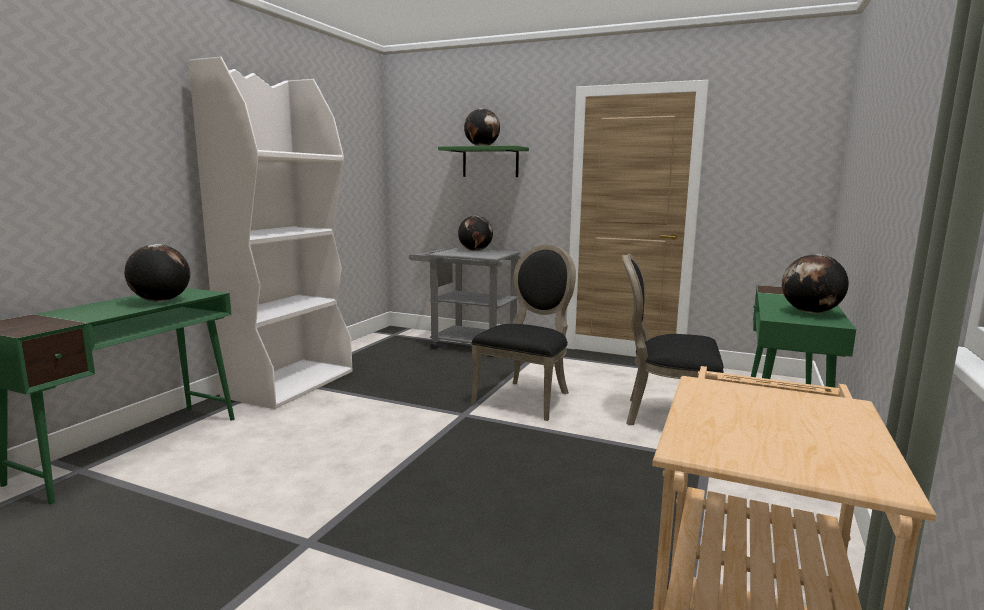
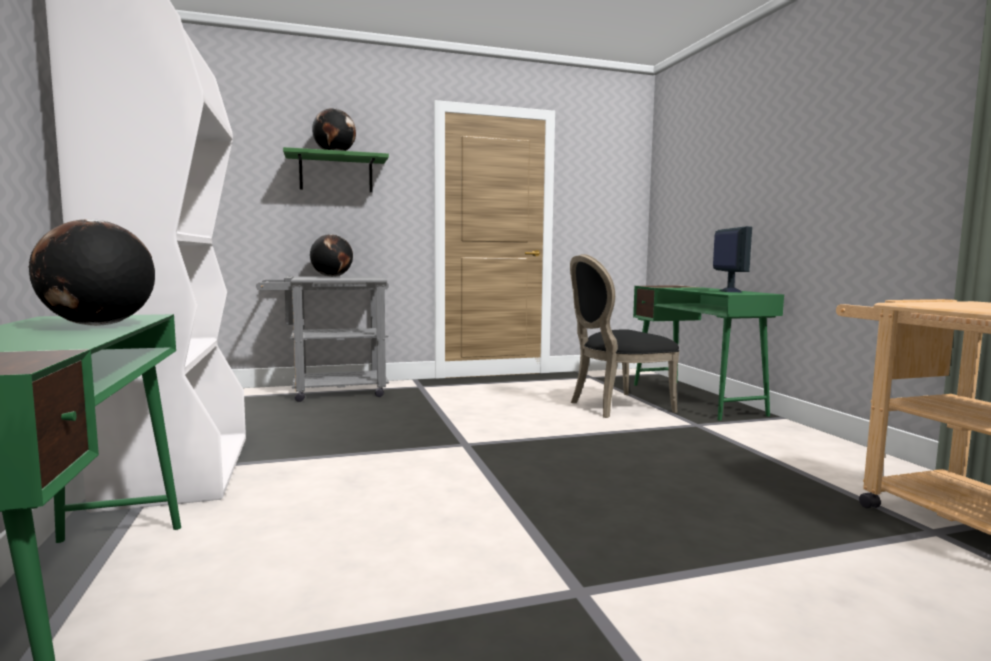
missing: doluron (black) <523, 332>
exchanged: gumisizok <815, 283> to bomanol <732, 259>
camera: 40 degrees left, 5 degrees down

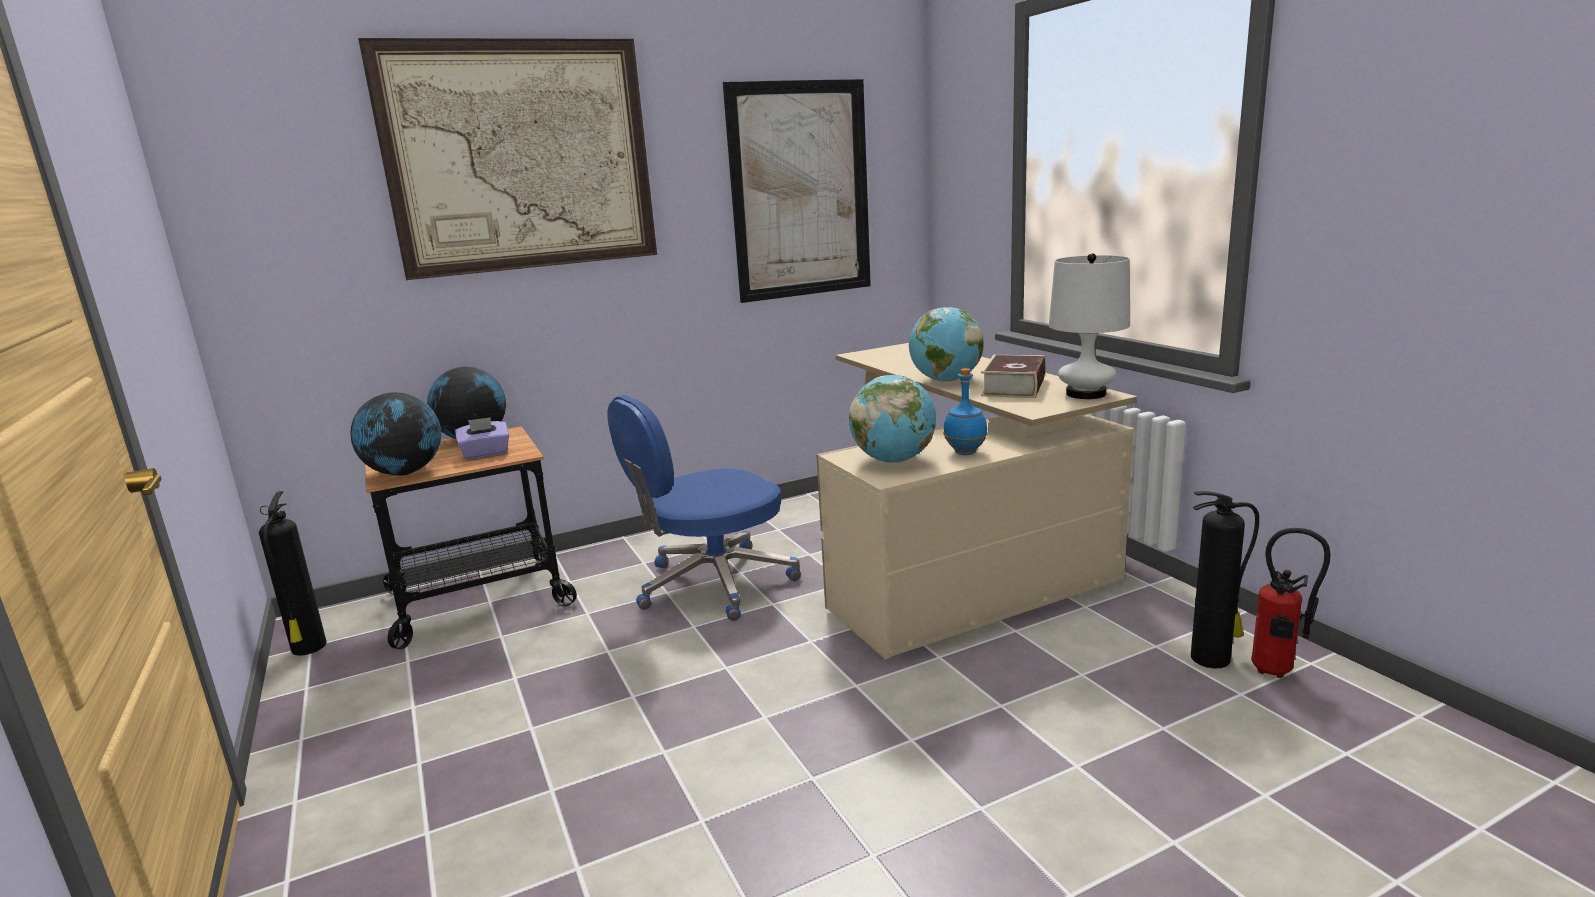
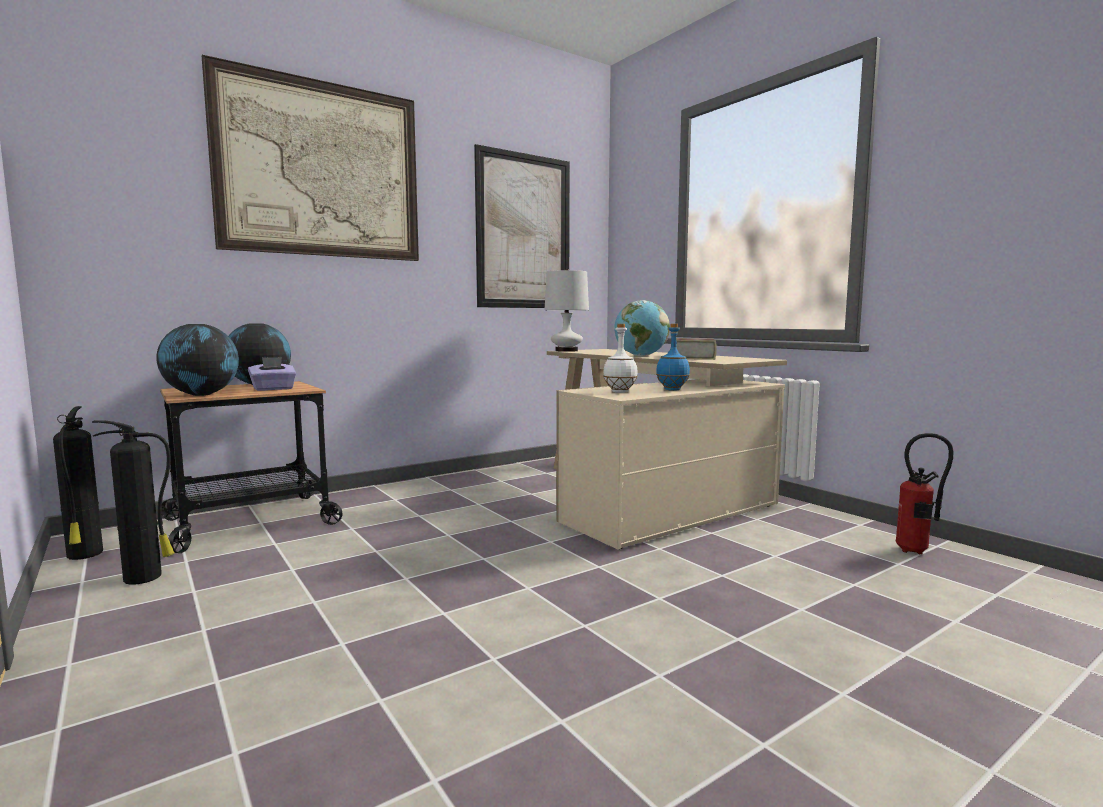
missing: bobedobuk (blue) <704, 508>
relocated: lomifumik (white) <1089, 326> to <566, 310>; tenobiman <1225, 580> to <133, 502>
exchanged: gumisizok <892, 419> to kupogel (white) <620, 358>
camera: 10 degrees left, 10 degrees down

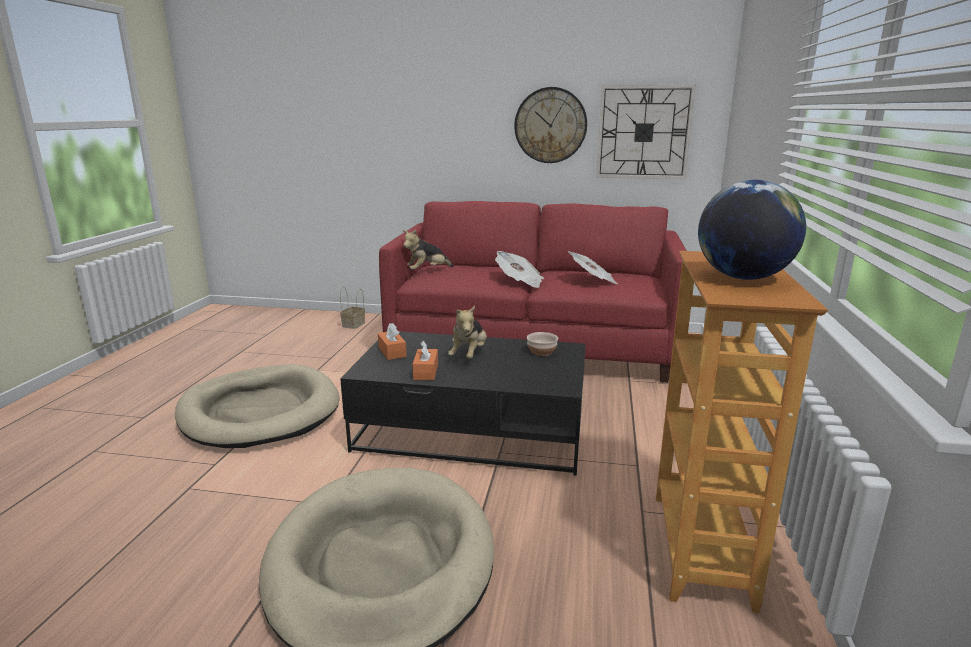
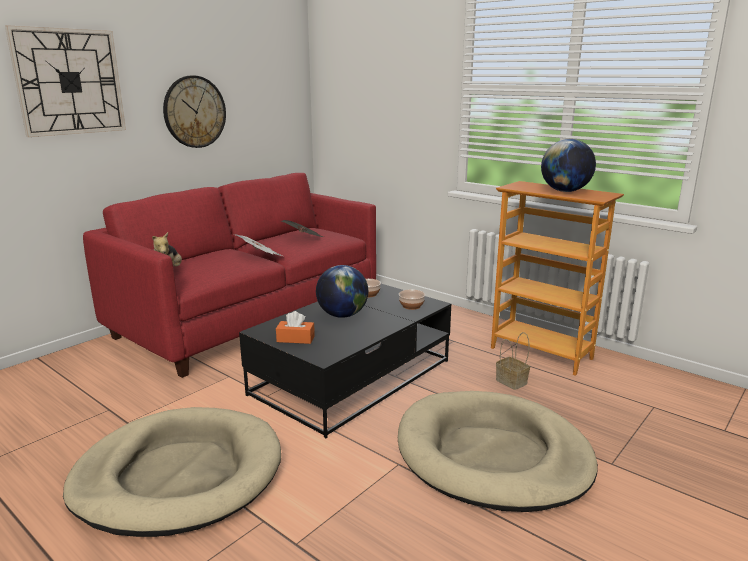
missing: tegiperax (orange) <425, 360>
appeared: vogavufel <412, 299>
relocated: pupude <646, 132> to <65, 81>; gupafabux <352, 307> to <513, 361>
exchanged: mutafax <467, 332> to gumisizok <342, 291>
camera: 60 degrees left, 0 degrees up

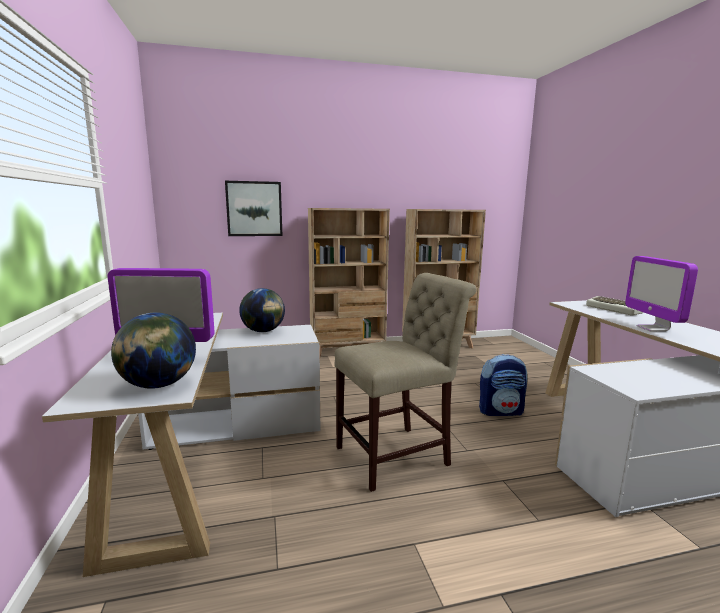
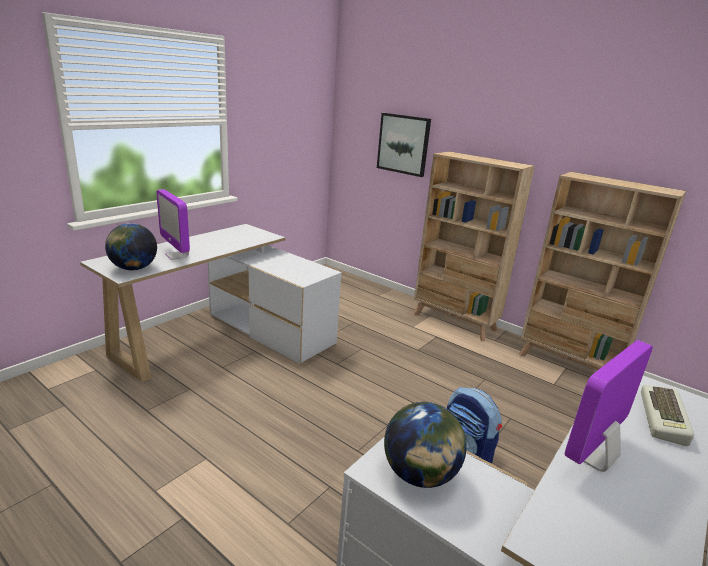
missing: doluron (beige) <405, 382>
relocated: gumisizok <262, 310> to <425, 445>
camera: 50 degrees right, 10 degrees up

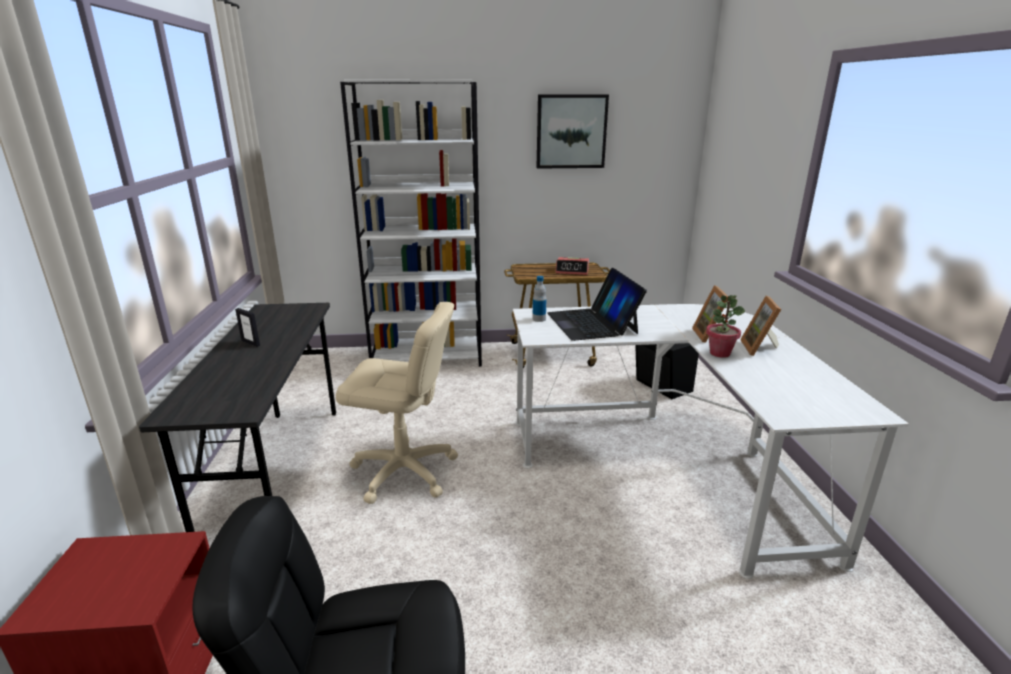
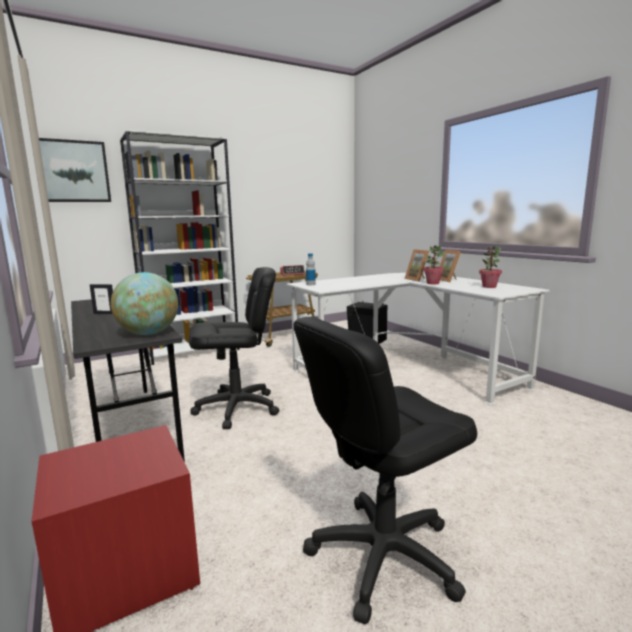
missing: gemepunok <597, 304>
appeared: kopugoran <490, 267>; gumisizok <144, 303>
relocated: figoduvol <573, 131> to <75, 170>
colour: bobedobuk (beige) <397, 403> to bobedobuk (black) <234, 348>
camera: 25 degrees left, 10 degrees down

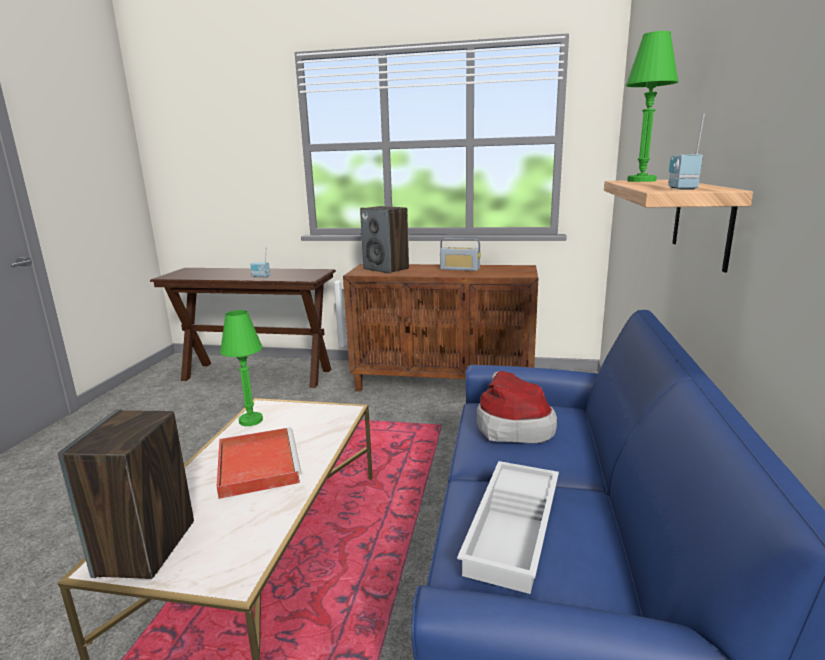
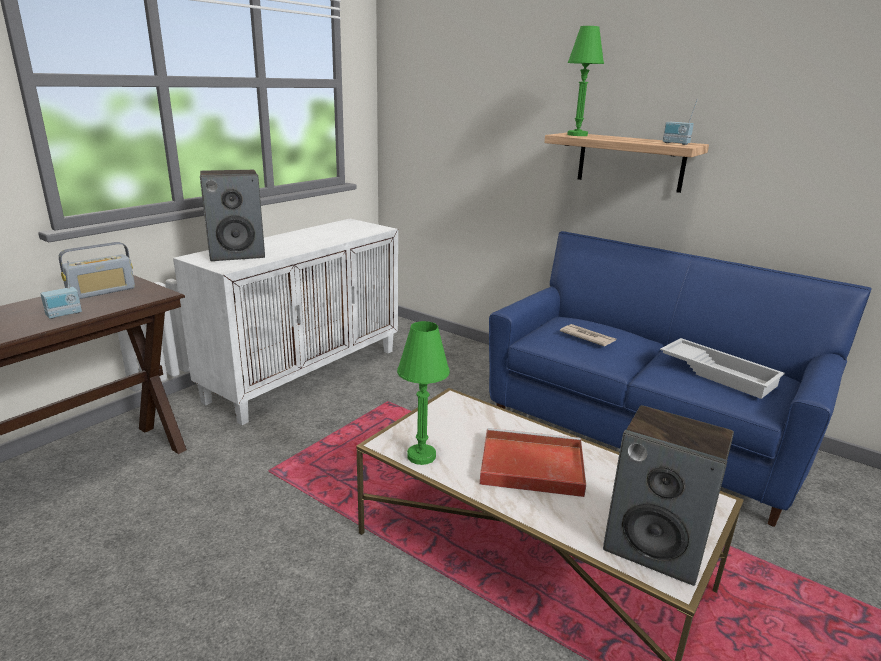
relocated: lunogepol <460, 254> to <97, 270>
exchanged: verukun <516, 407> to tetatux <588, 335>
colour: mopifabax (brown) <440, 327> to mopifabax (white) <285, 322>
camera: 65 degrees left, 5 degrees up

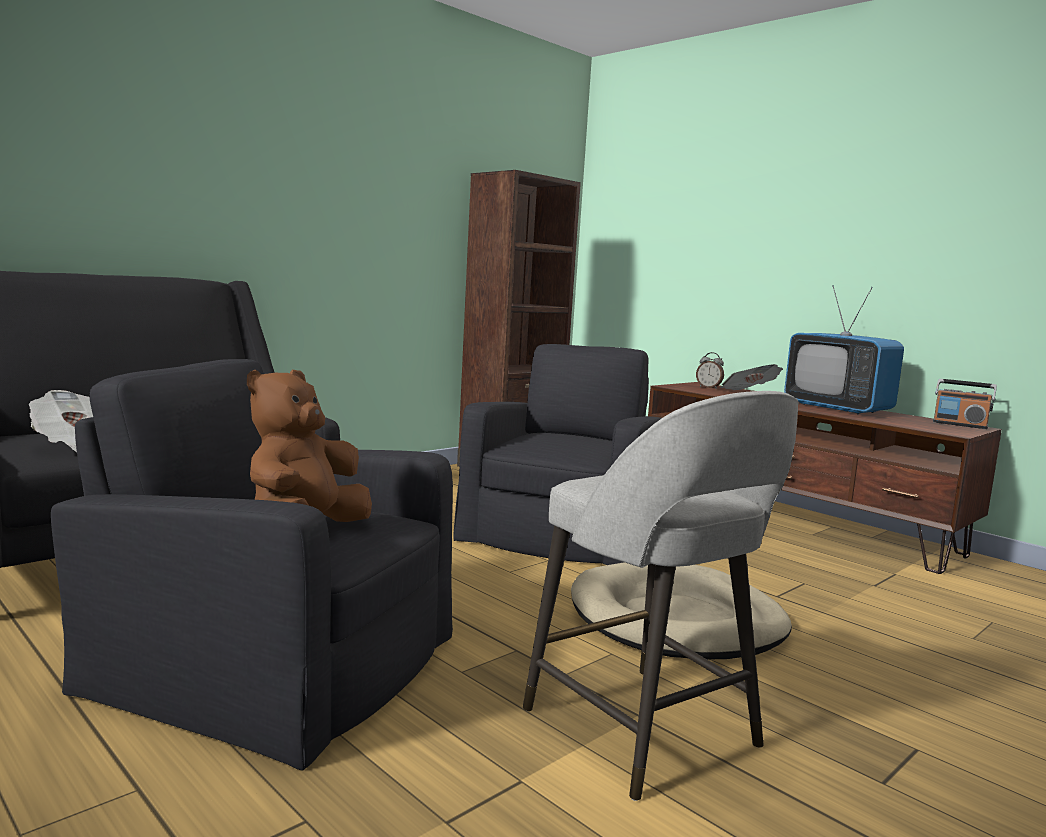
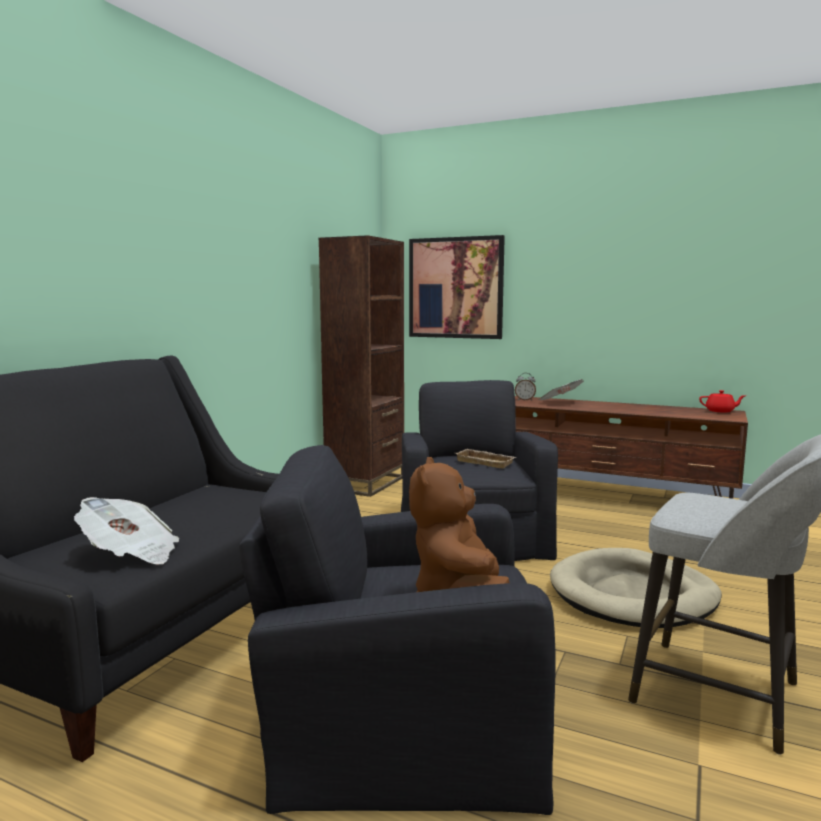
missing: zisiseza <844, 349>
appeared: figoduvol <457, 287>; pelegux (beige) <486, 459>
exchanged: lunogepol <965, 404> to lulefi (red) <722, 401>
camera: 20 degrees left, 0 degrees up

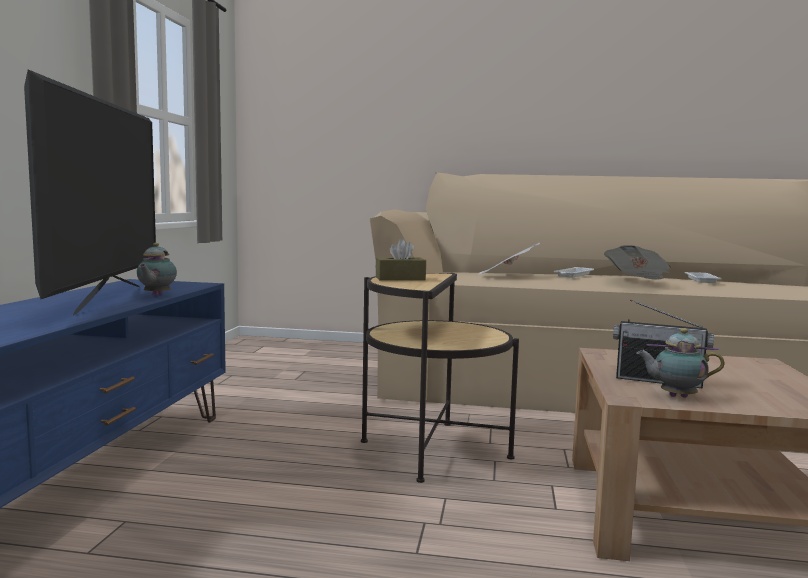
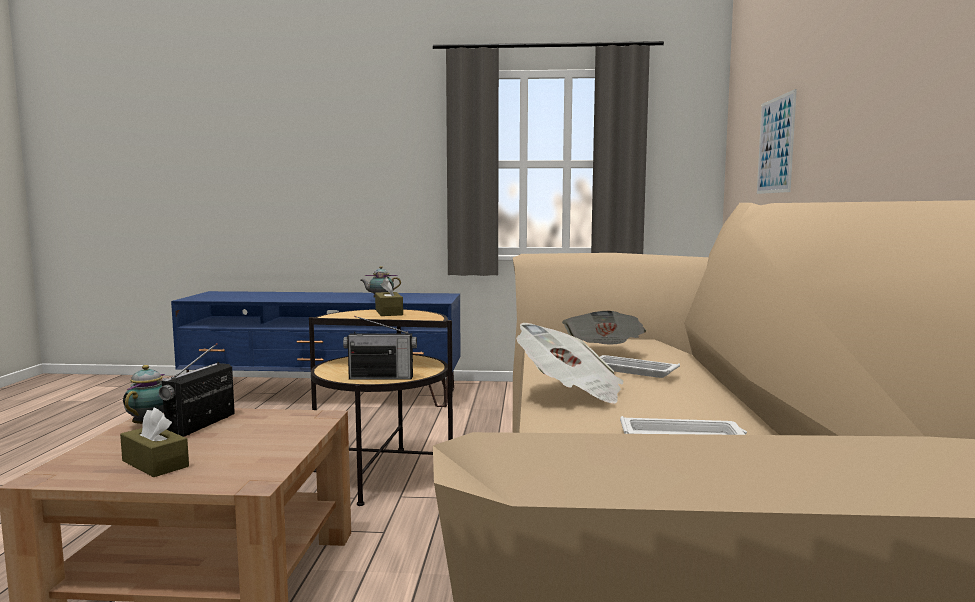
missing: zisiseza <90, 192>
appeared: figoduvol <777, 141>; lunogepol <380, 348>; tegiperax (brown) <154, 442>
camera: 85 degrees right, 0 degrees up

